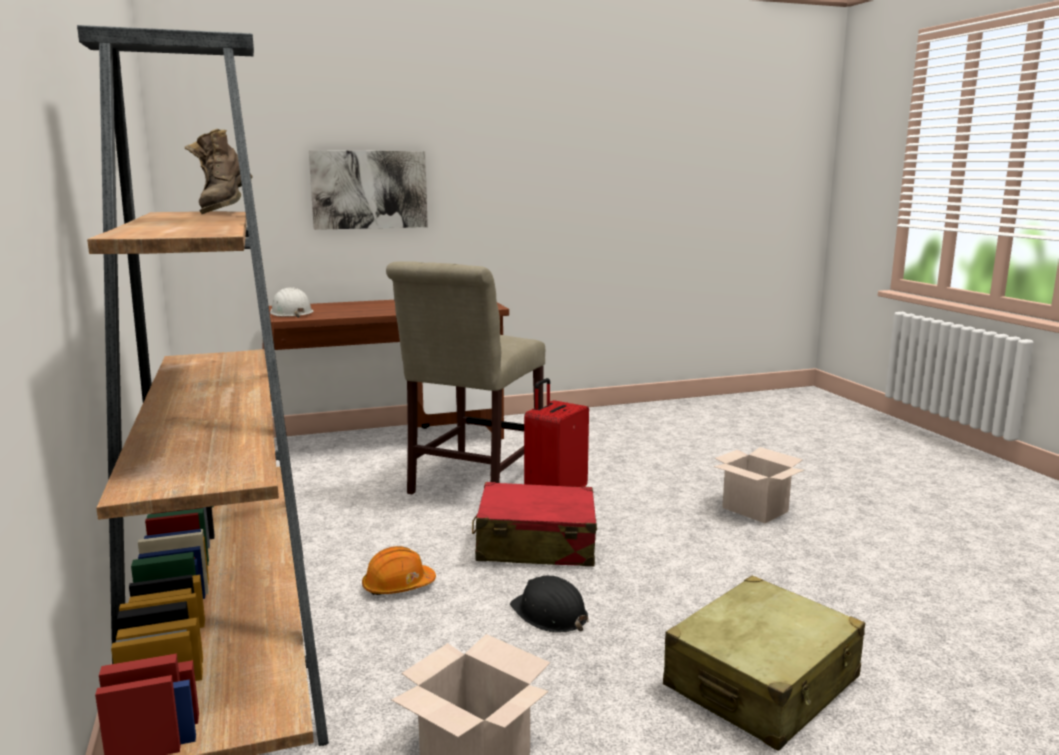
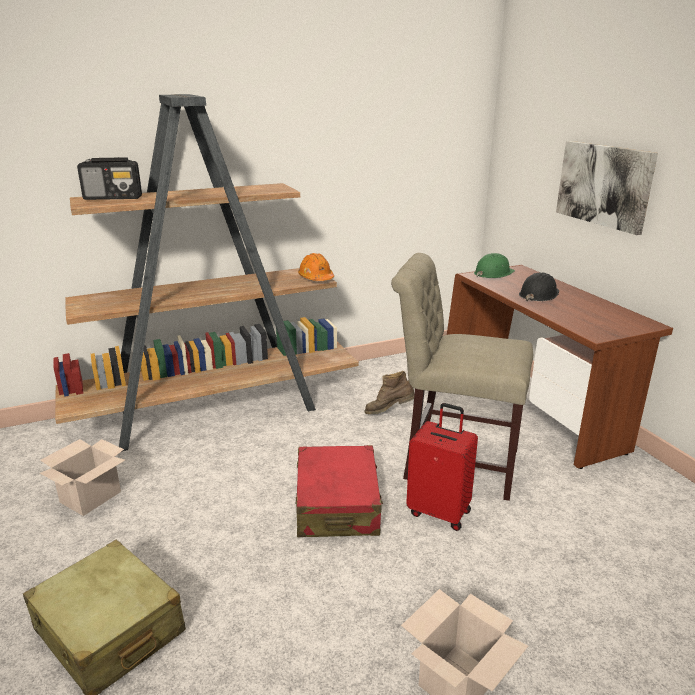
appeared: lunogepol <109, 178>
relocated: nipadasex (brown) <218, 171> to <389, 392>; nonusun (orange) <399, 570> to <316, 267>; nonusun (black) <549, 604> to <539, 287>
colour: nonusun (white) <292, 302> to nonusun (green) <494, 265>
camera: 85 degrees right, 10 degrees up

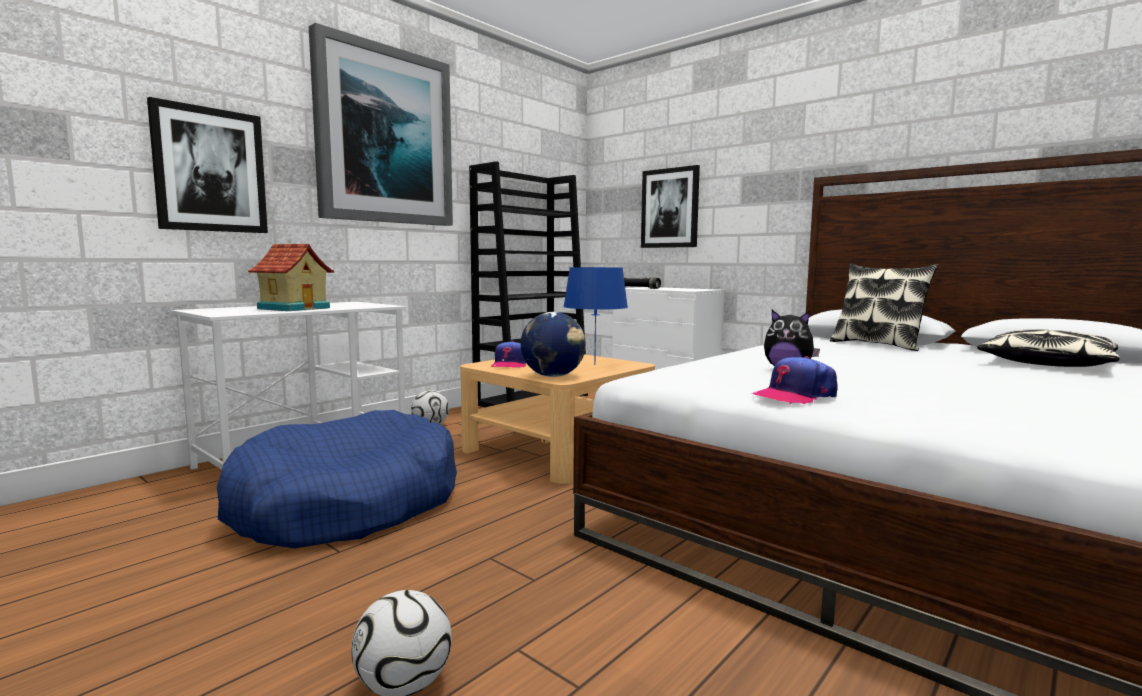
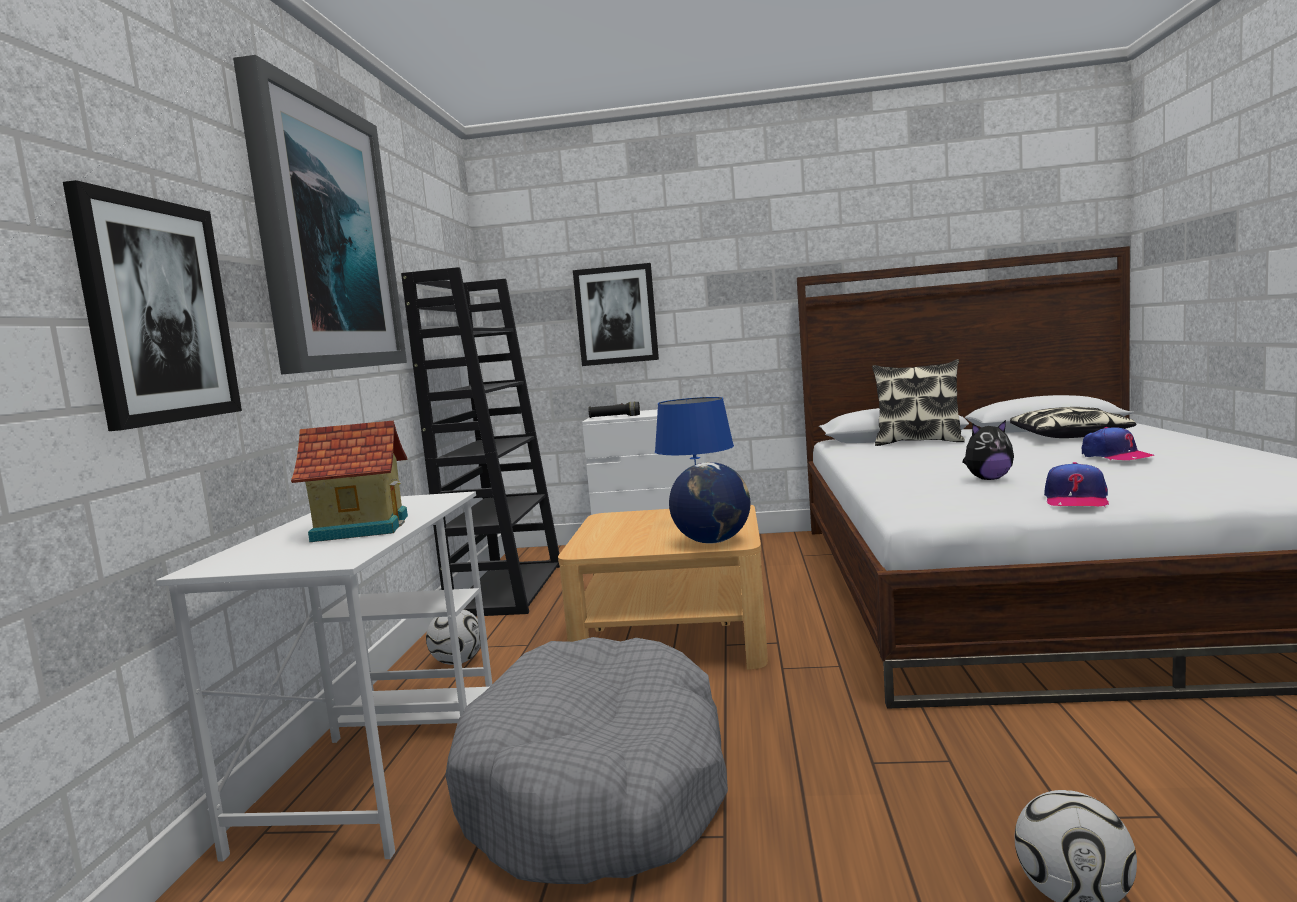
relocated: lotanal <508, 354> to <1118, 443>
colour: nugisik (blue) <337, 479> to nugisik (grey) <586, 760>
camera: 35 degrees left, 0 degrees up

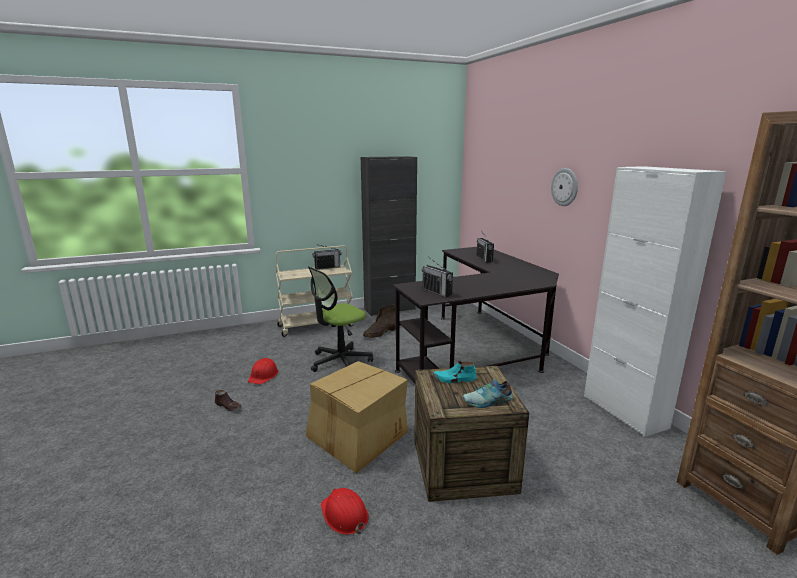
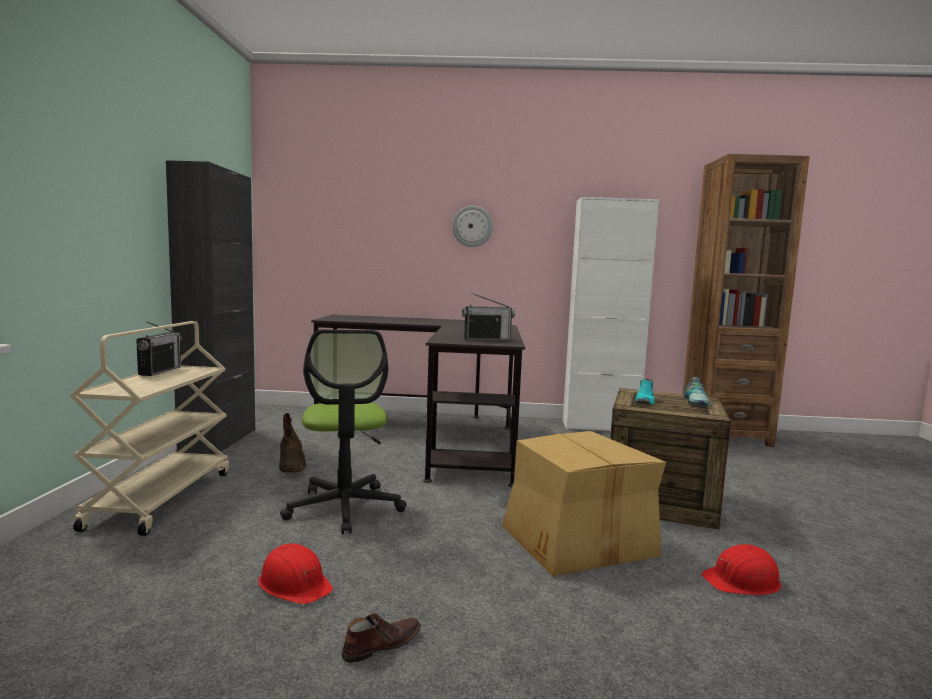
missing: lunogepol <485, 247>
camera: 65 degrees left, 10 degrees down

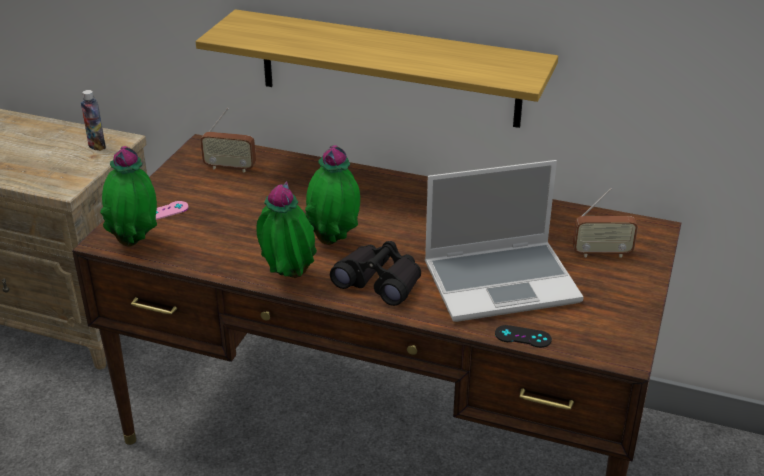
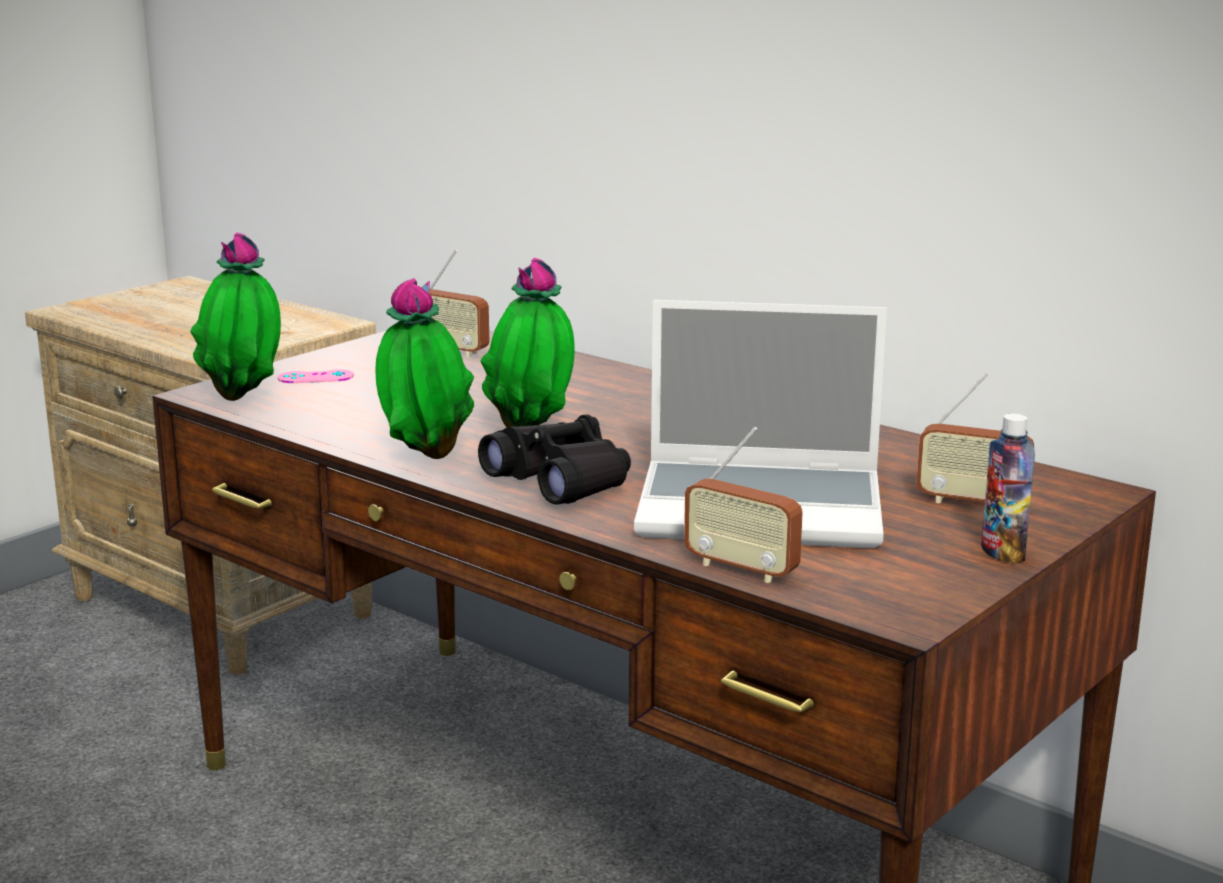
missing: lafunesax <377, 68>
relocated: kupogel <93, 120> to <1008, 488>
exchanged: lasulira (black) <523, 336> to lunogepol <743, 505>
camera: 20 degrees right, 15 degrees down

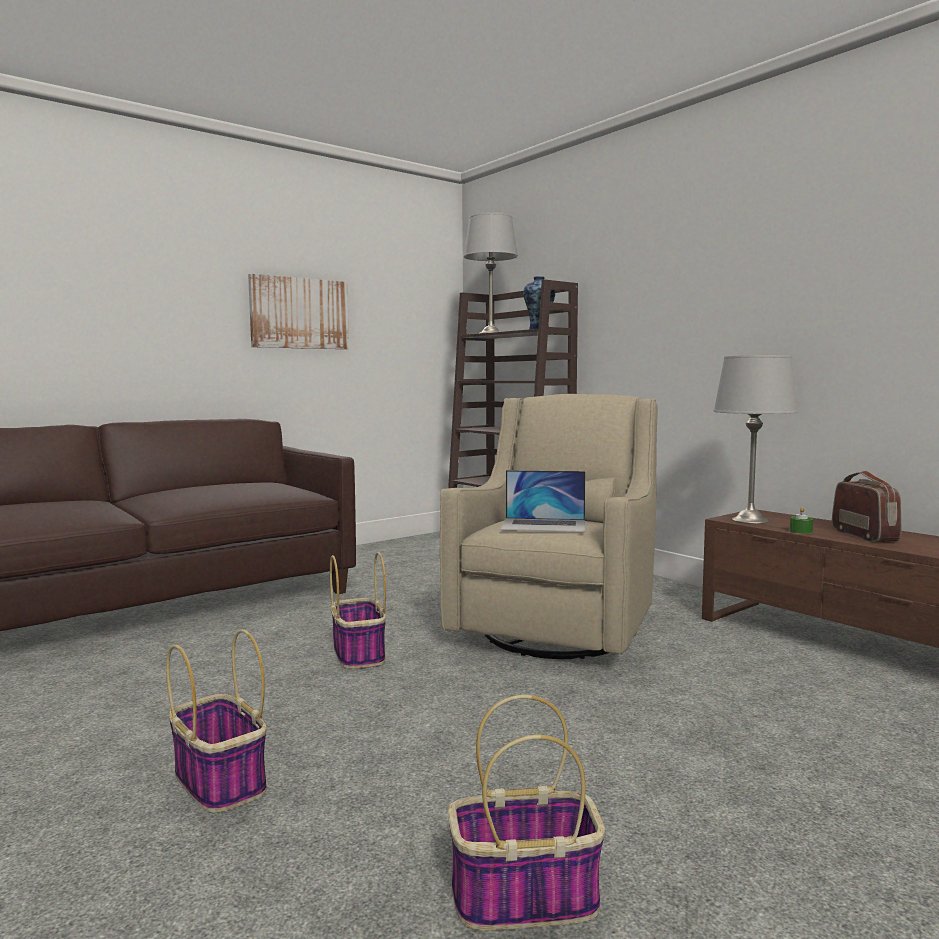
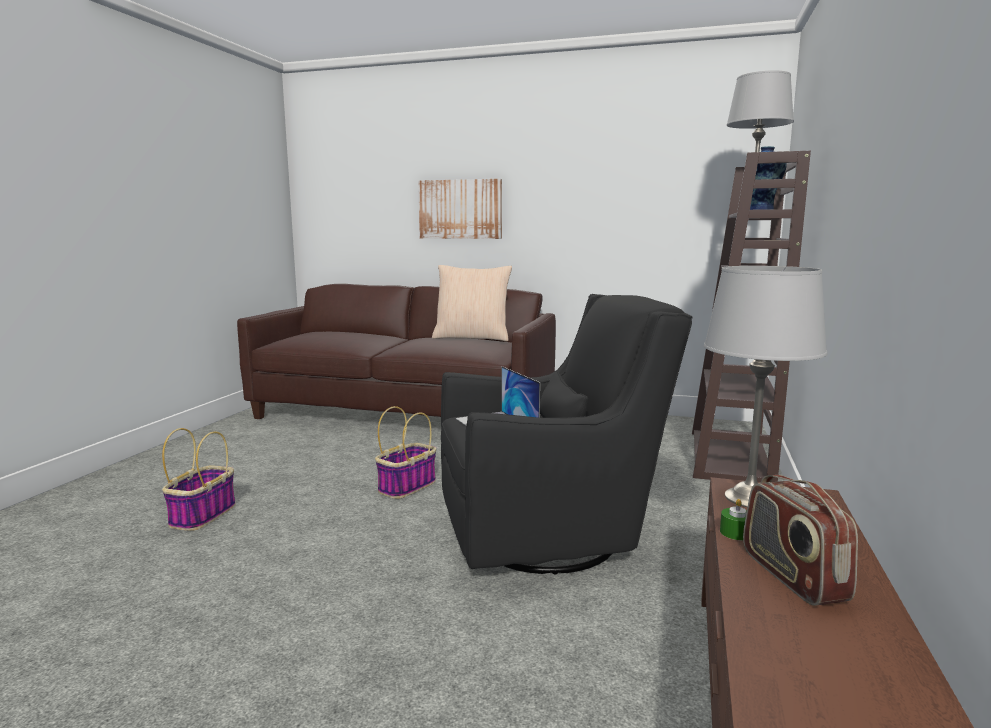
missing: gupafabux <526, 812>
appeared: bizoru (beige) <472, 303>
relocated: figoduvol <298, 311> to <460, 209>
colour: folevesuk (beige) <549, 526> to folevesuk (black) <567, 434>
spun: lunogepol <867, 506> = <800, 540> 120 degrees clockwise
camera: 55 degrees right, 5 degrees up

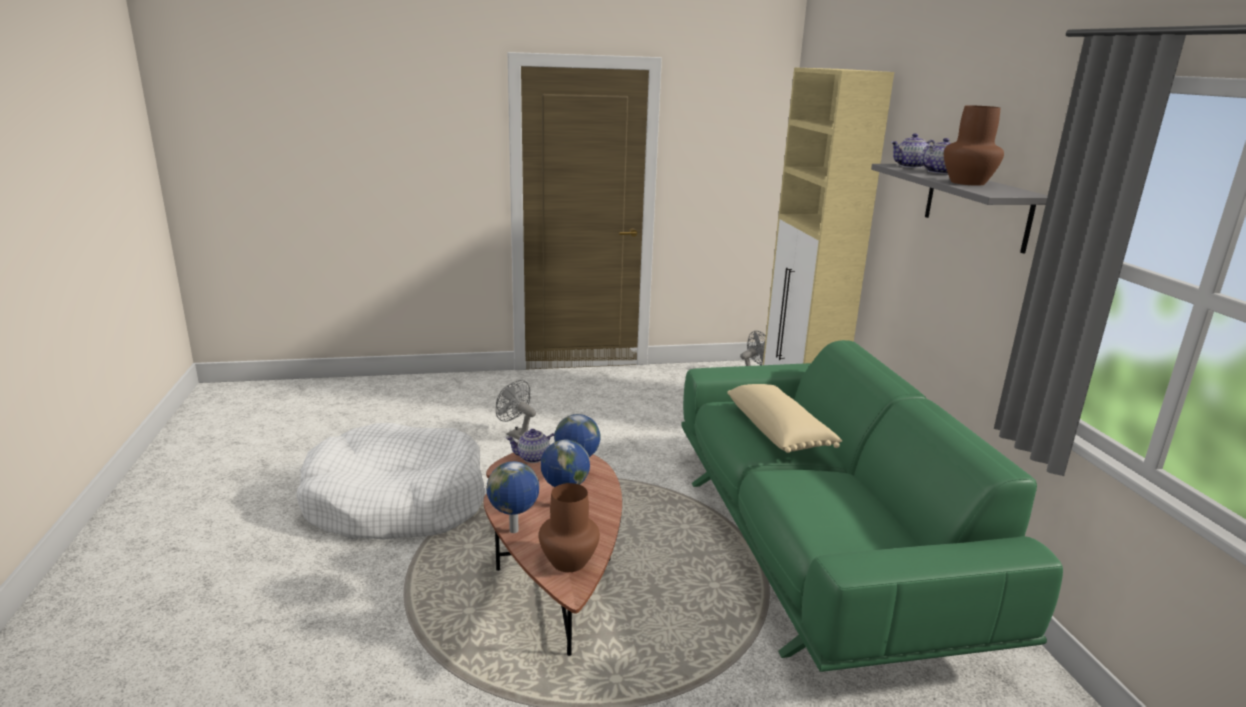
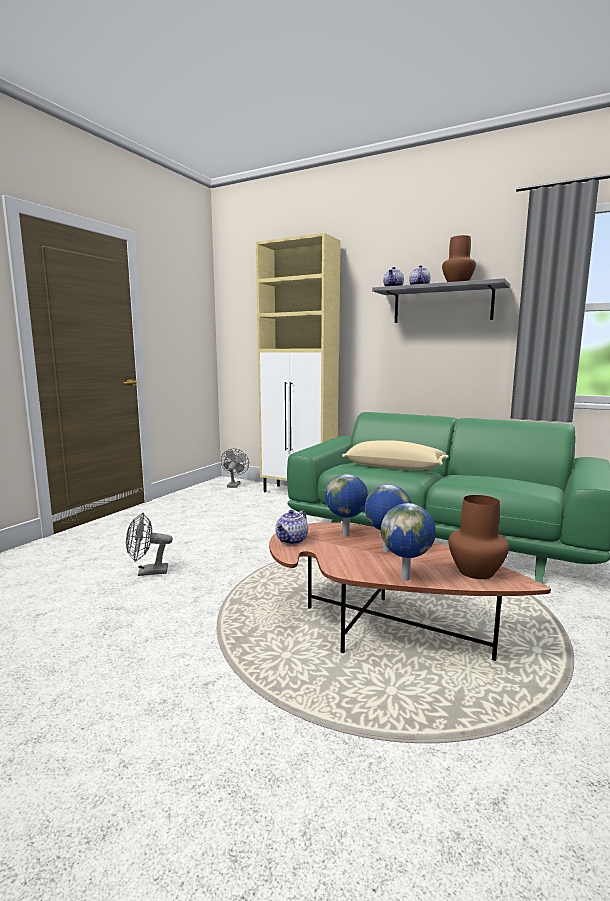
missing: nugisik (white) <390, 481>
camera: 50 degrees left, 10 degrees down

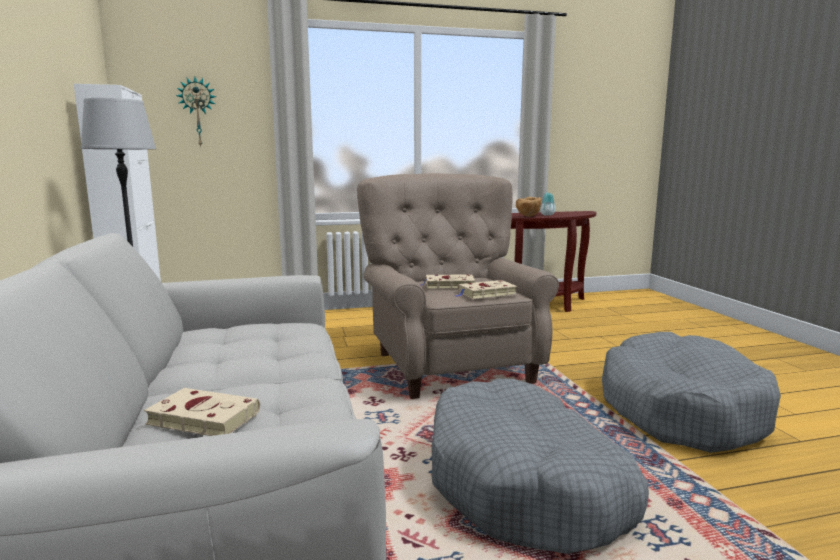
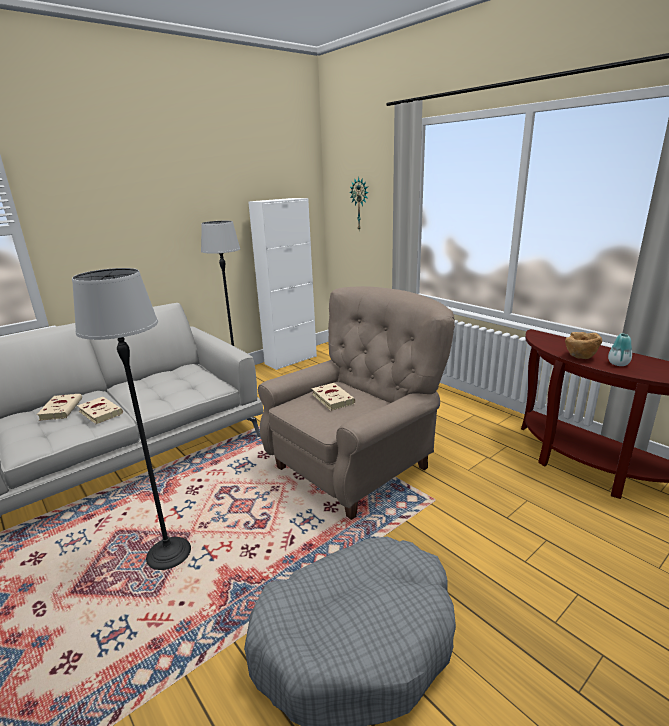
relocated: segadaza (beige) <486, 289> to <100, 410>
exchanged: nugisik (grey) <540, 466> to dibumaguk <131, 419>
camera: 65 degrees right, 10 degrees up

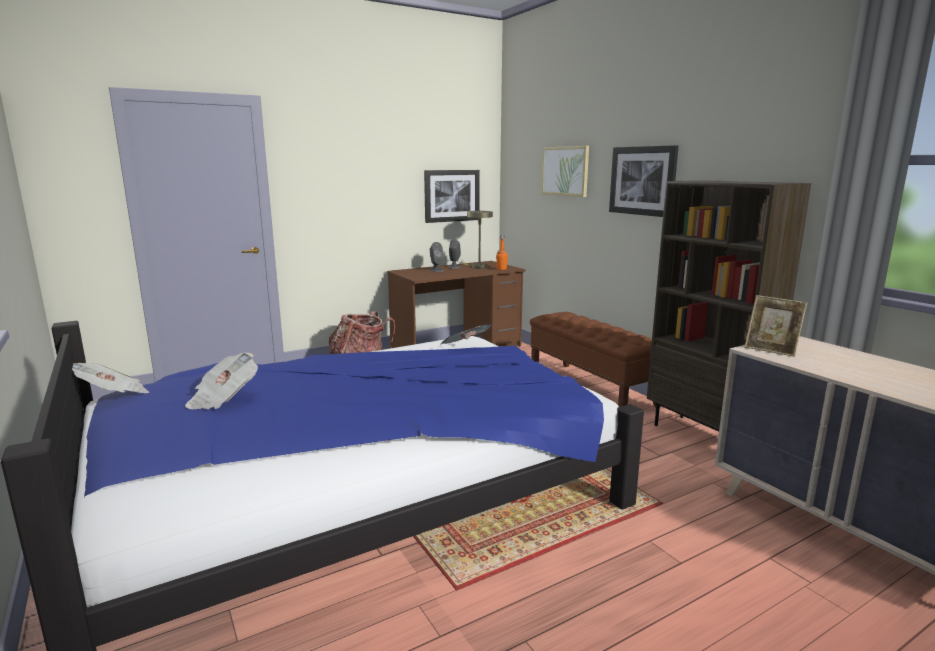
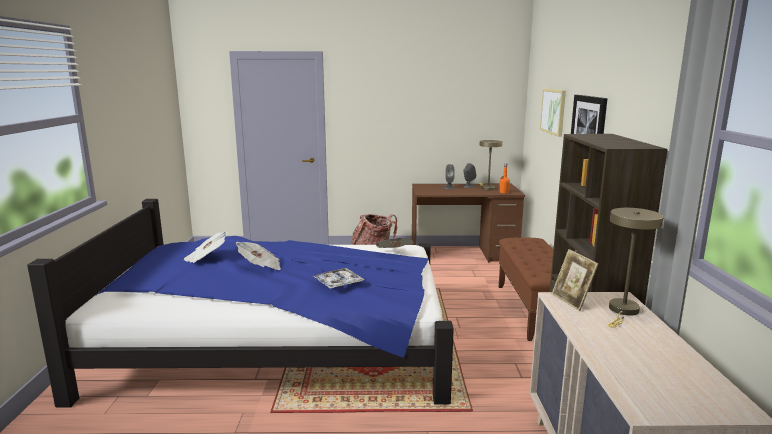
missing: figoduvol <452, 196>
appeared: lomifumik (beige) <635, 268>; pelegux <338, 278>
relocated: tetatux <111, 378> to <258, 256>
camera: 30 degrees right, 0 degrees up

